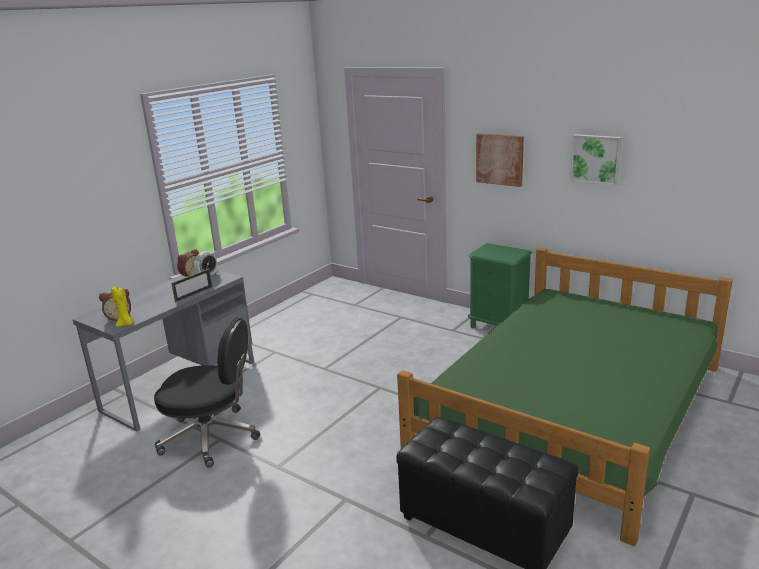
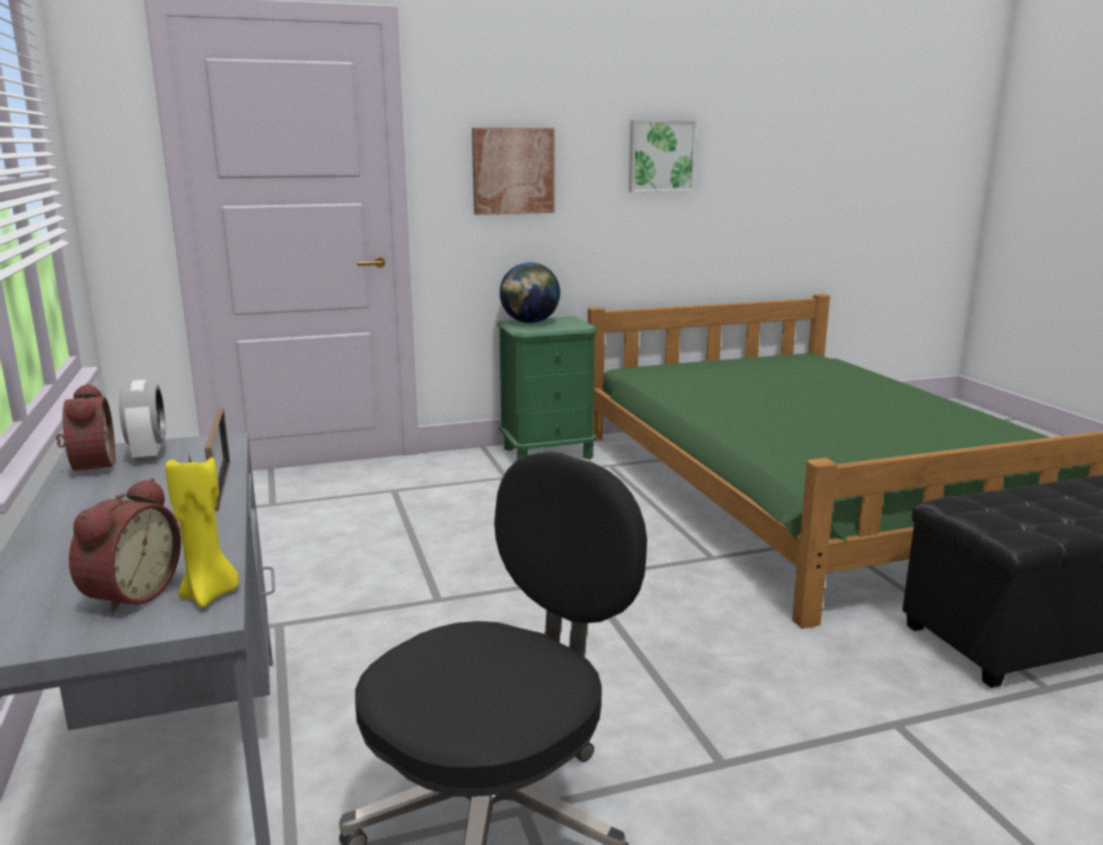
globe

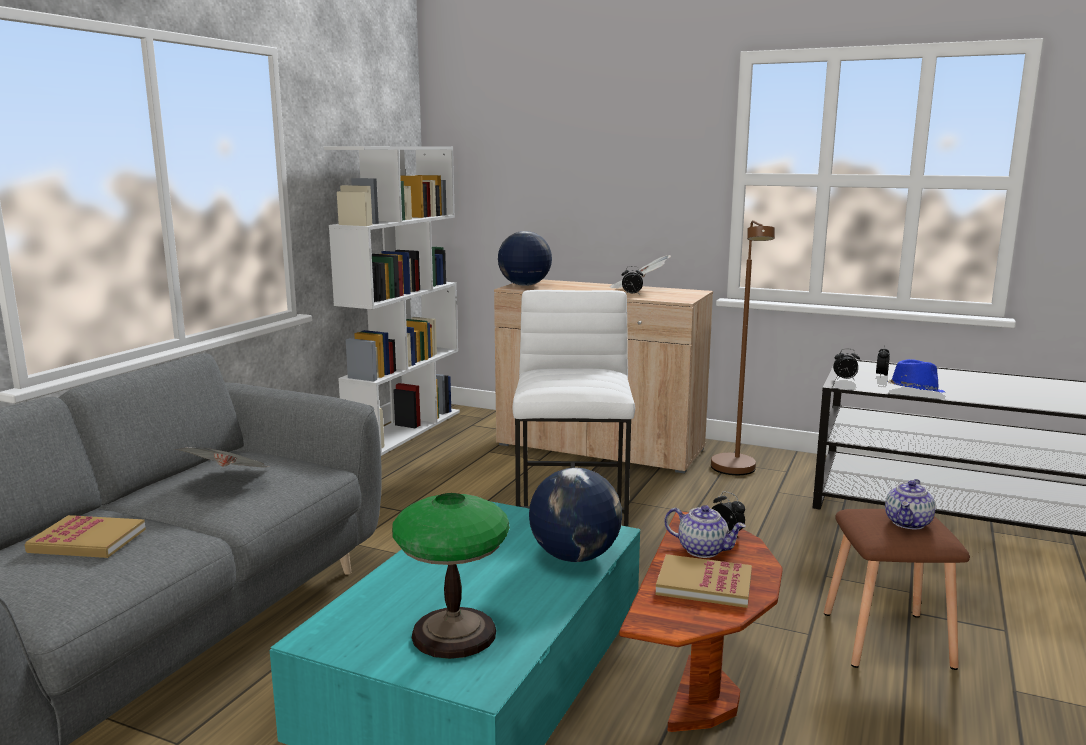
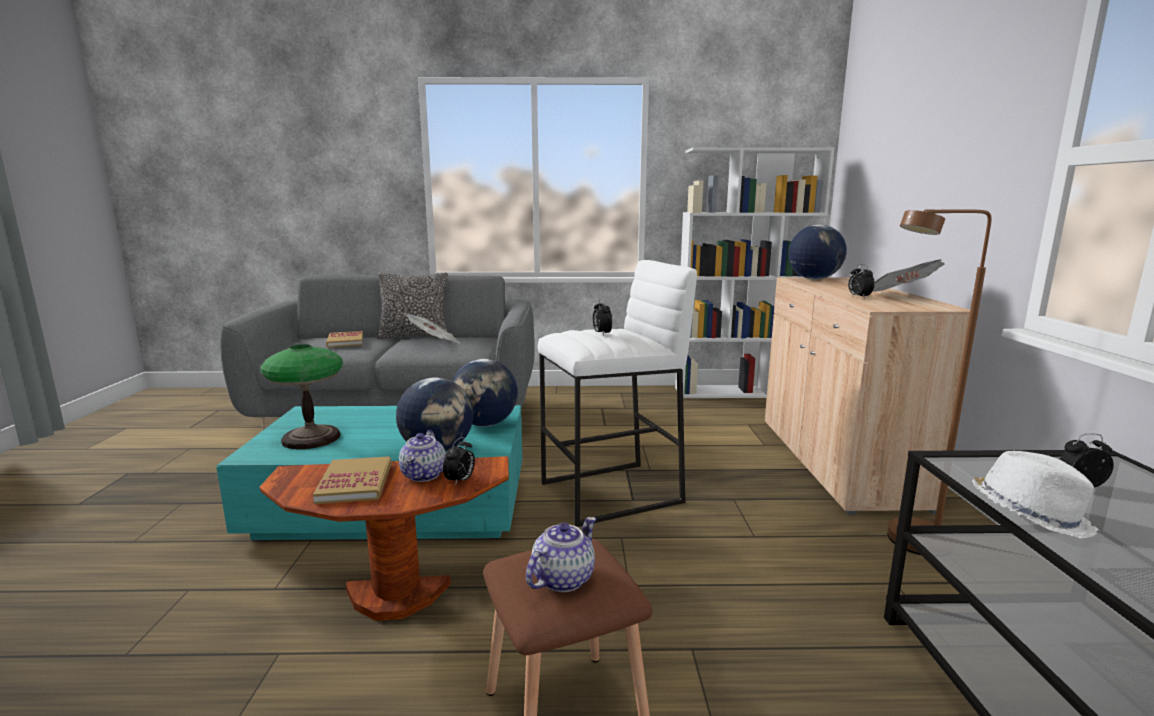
table clock (no. 2 from left); white-coloured wearable hat; teapot (no. 2 from left); cushion; globe (no. 2 from left)

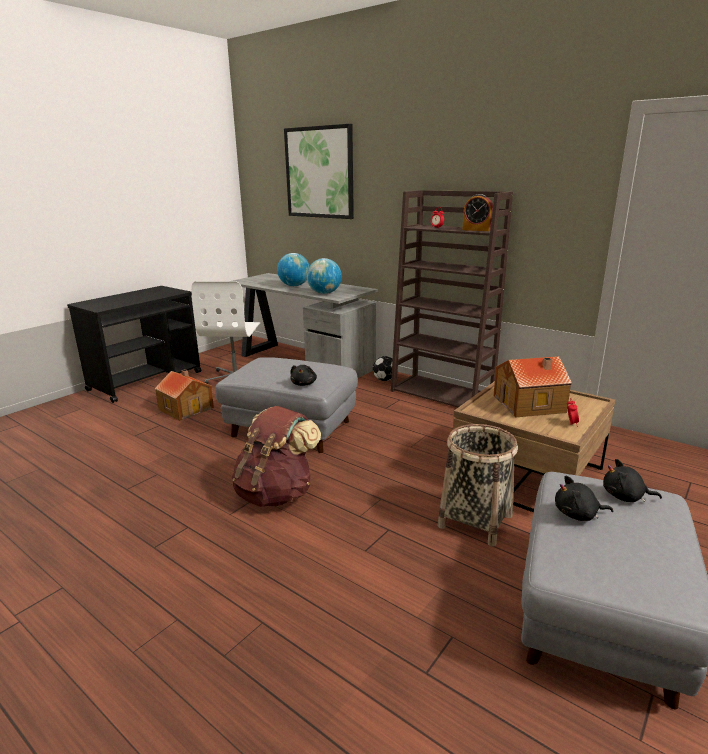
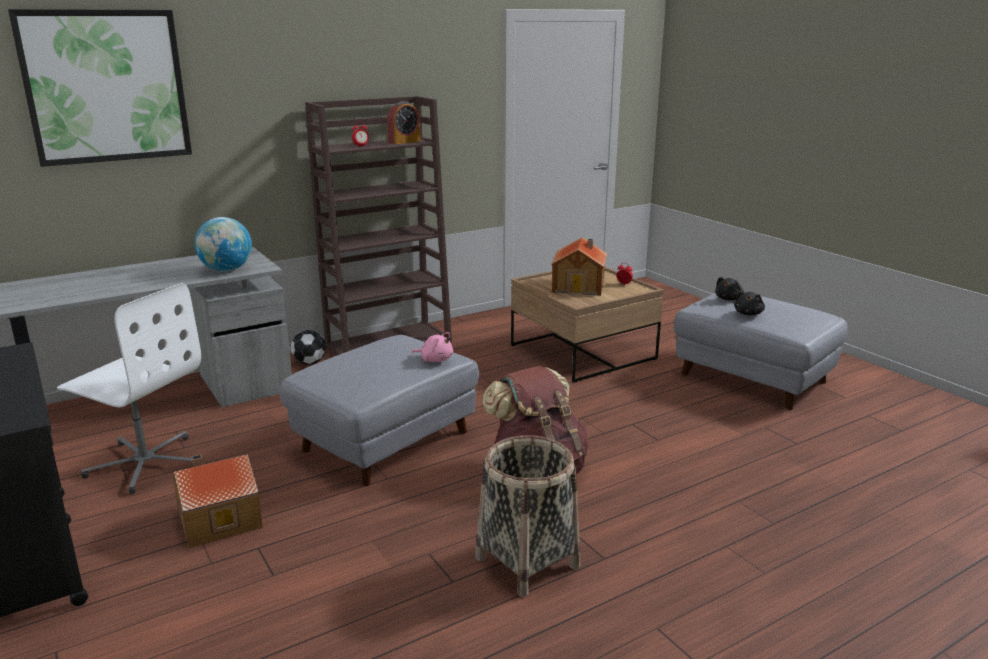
globe (no. 1 from left in the first image); pink cuddly toy; storage basket

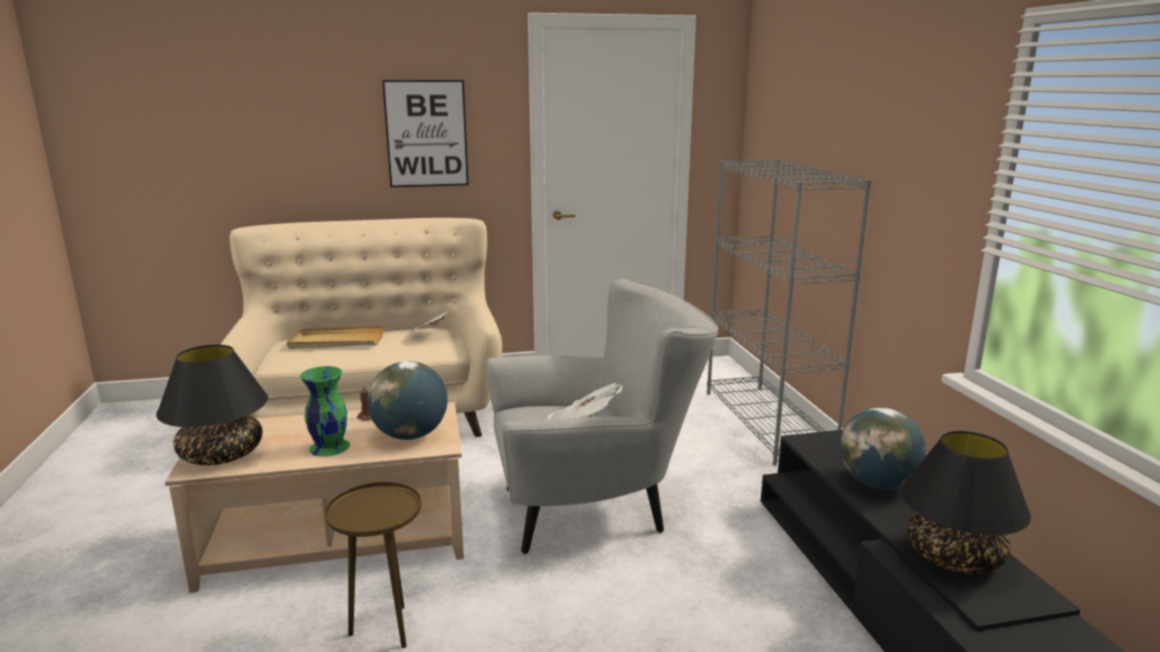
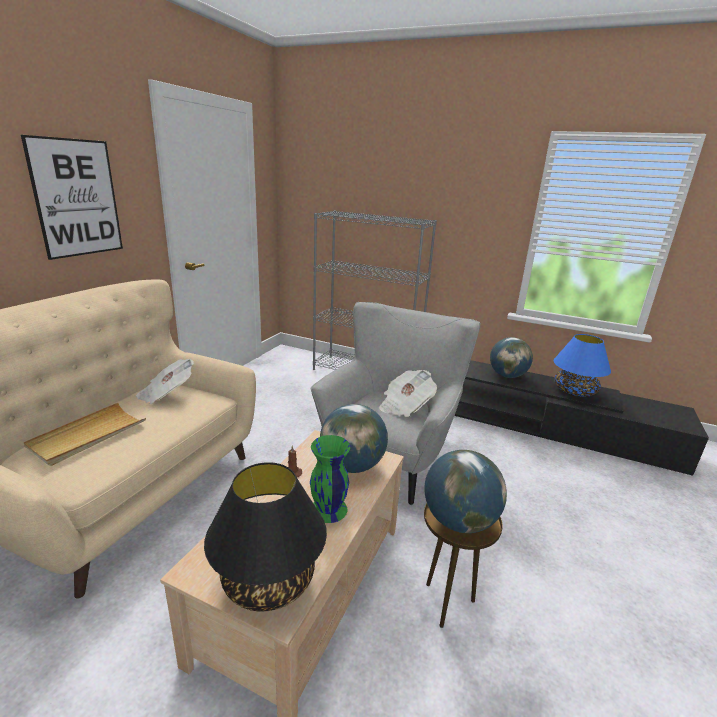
bluish lamp for a table; globe (no. 2 from left)

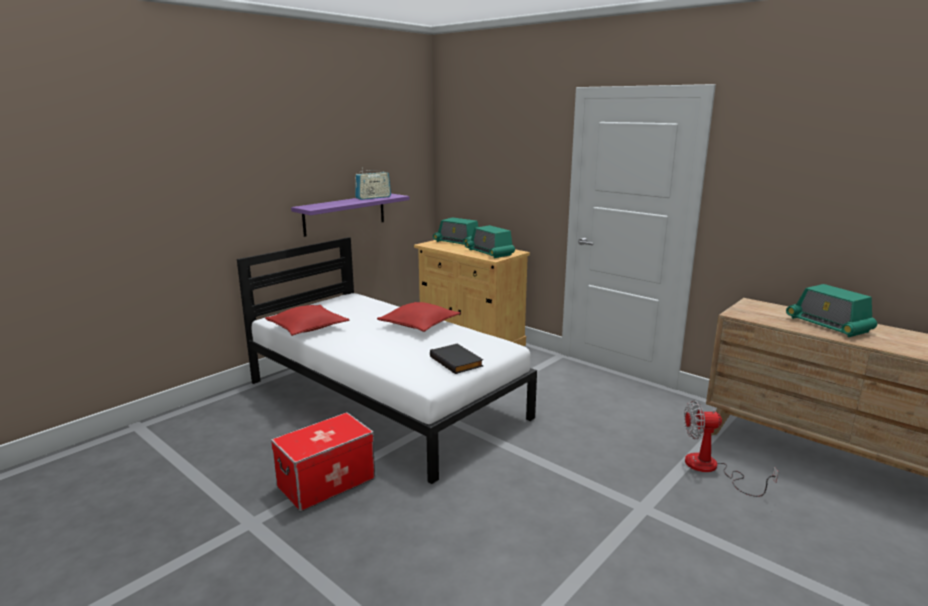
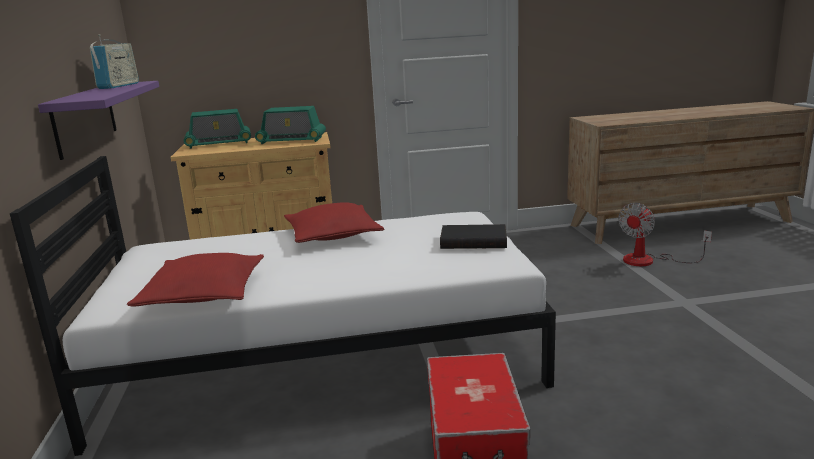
radio receiver (no. 4 from left in the first image)

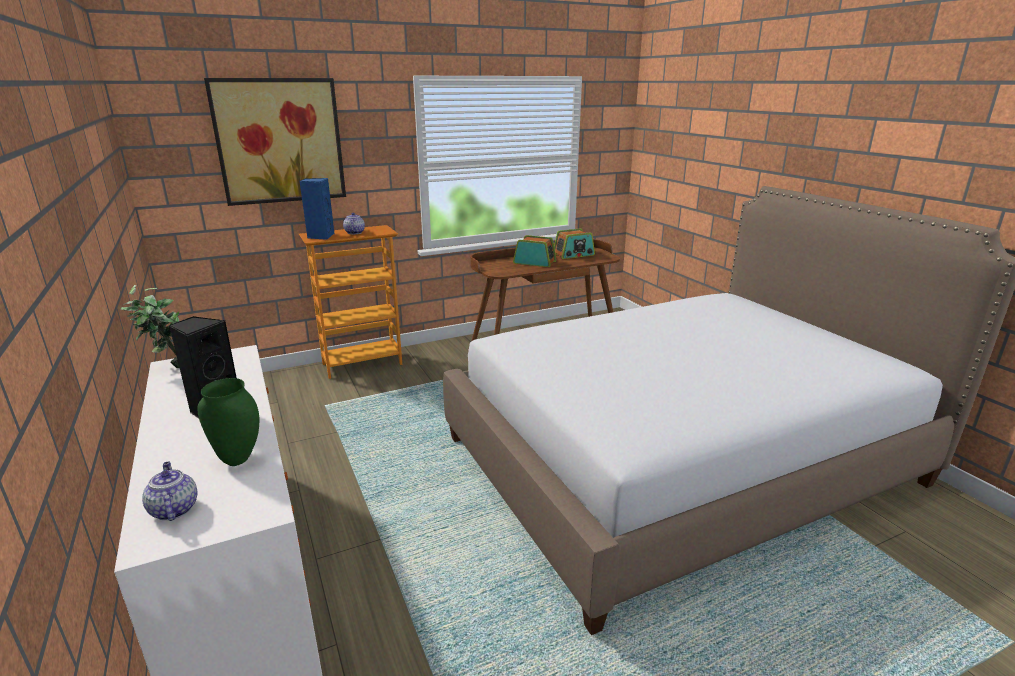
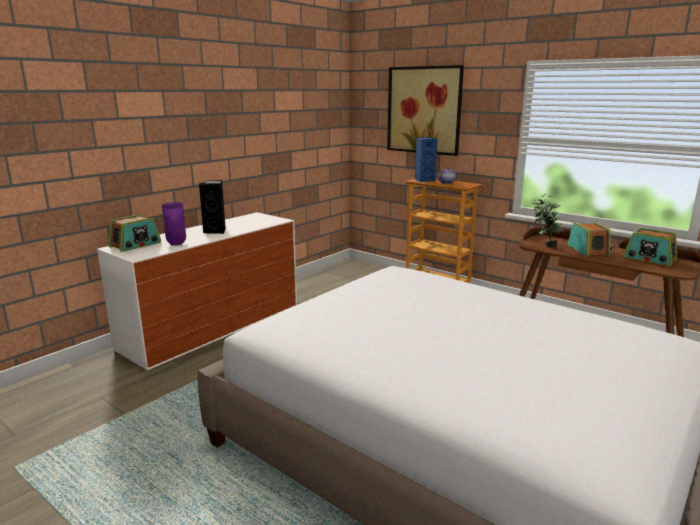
plant in a pot; purplish flower vase; radio receiver (no. 1 from left)

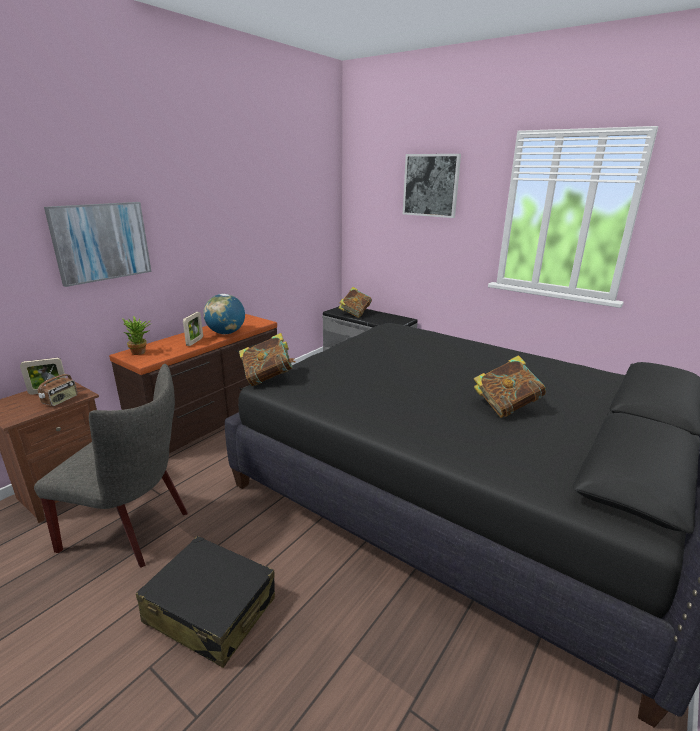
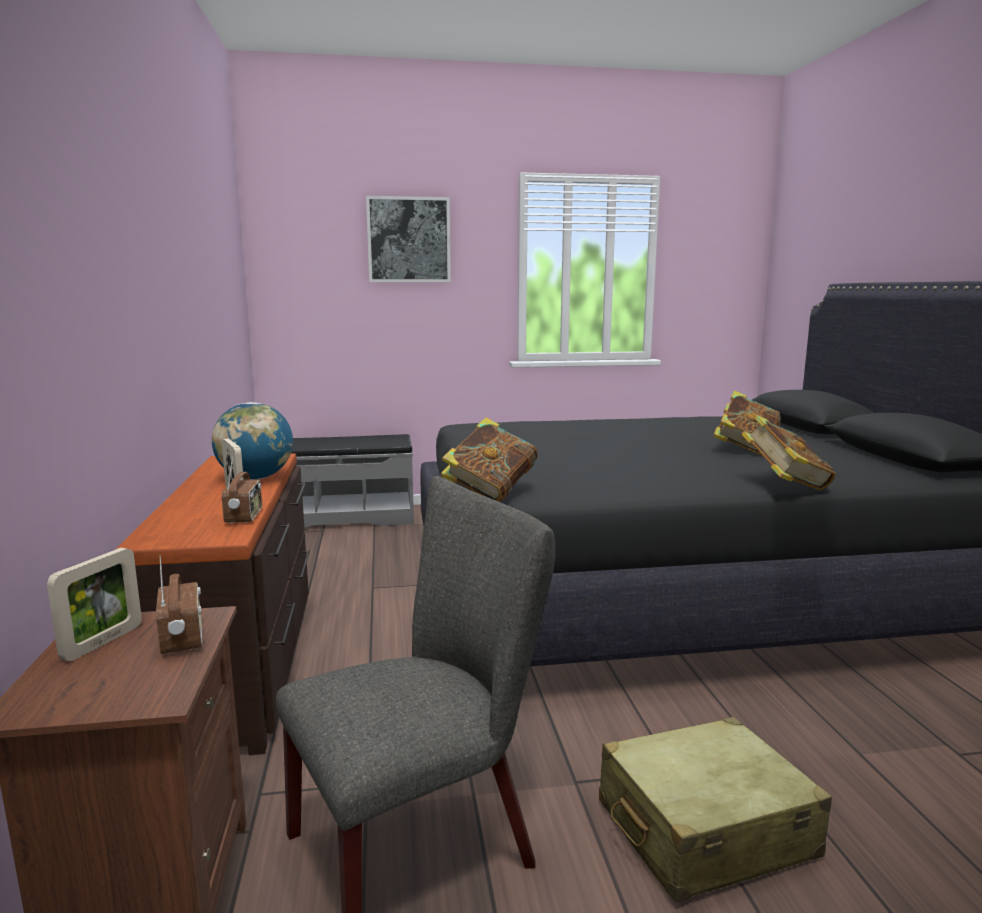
wall picture (no. 1 from left in the first image); volume (no. 3 from left); plant in a pot; beige-coloured suitcase; radio receiver (no. 2 from left)

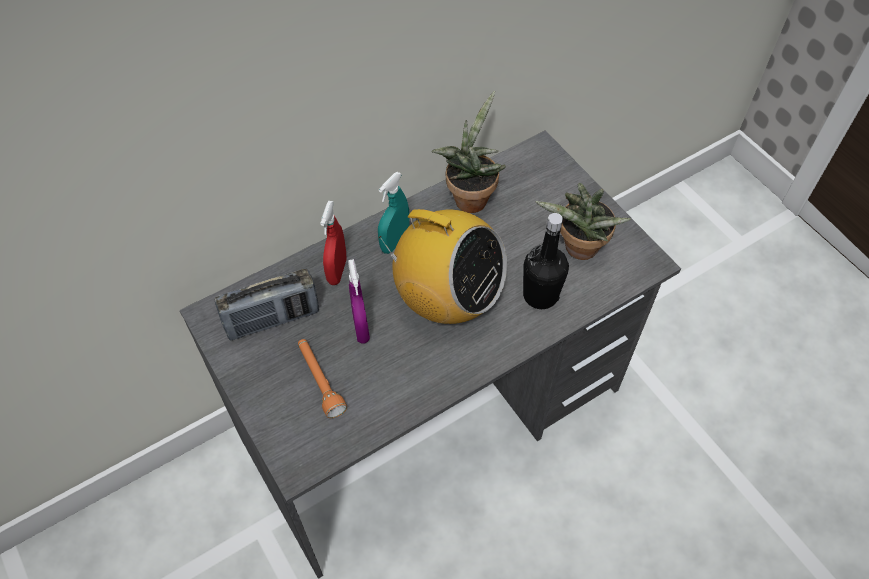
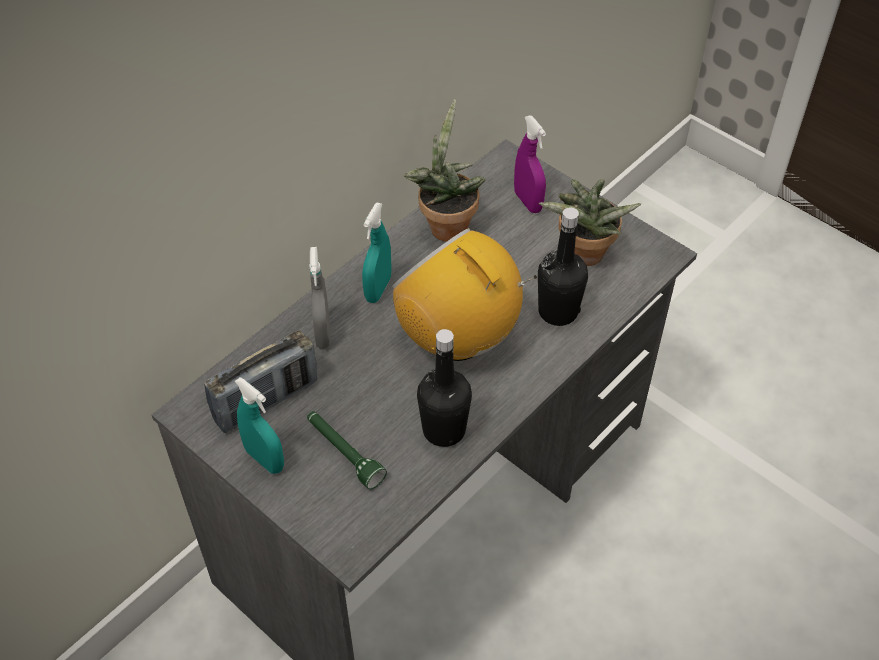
greyish spray bottle; radio receiver (no. 2 from left); purplish spray bottle; green hand torch; blackish bottle (no. 1 from left); turquoise spray bottle (no. 1 from left)

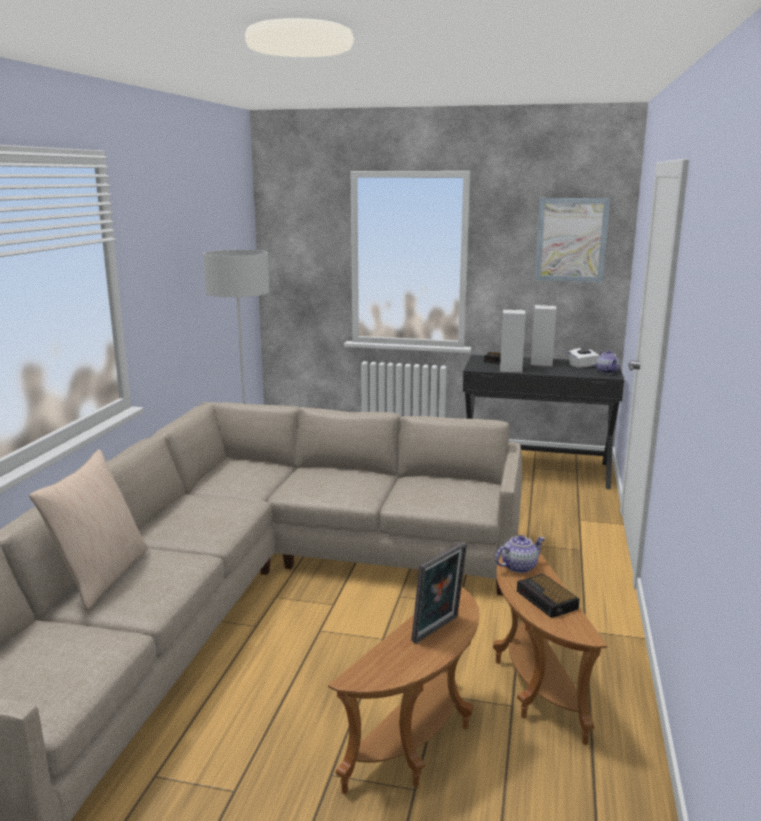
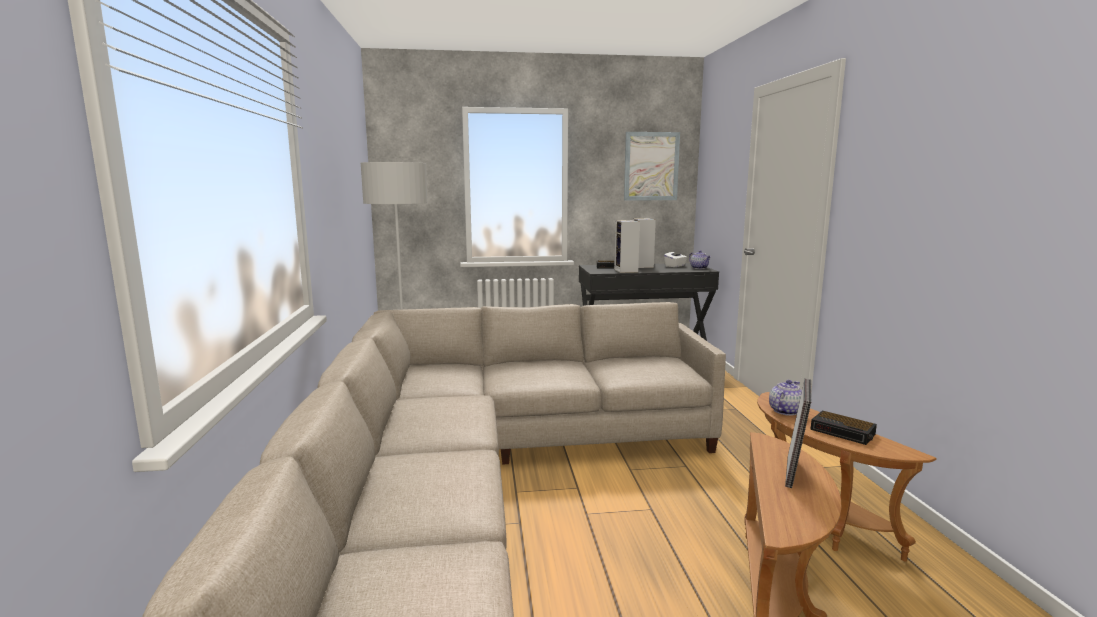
beige-coloured cushion

